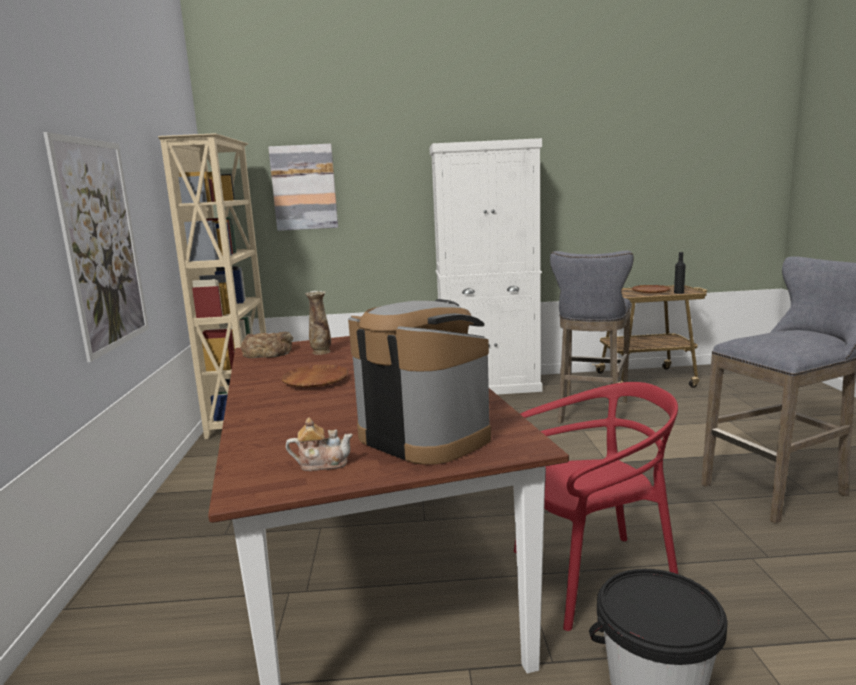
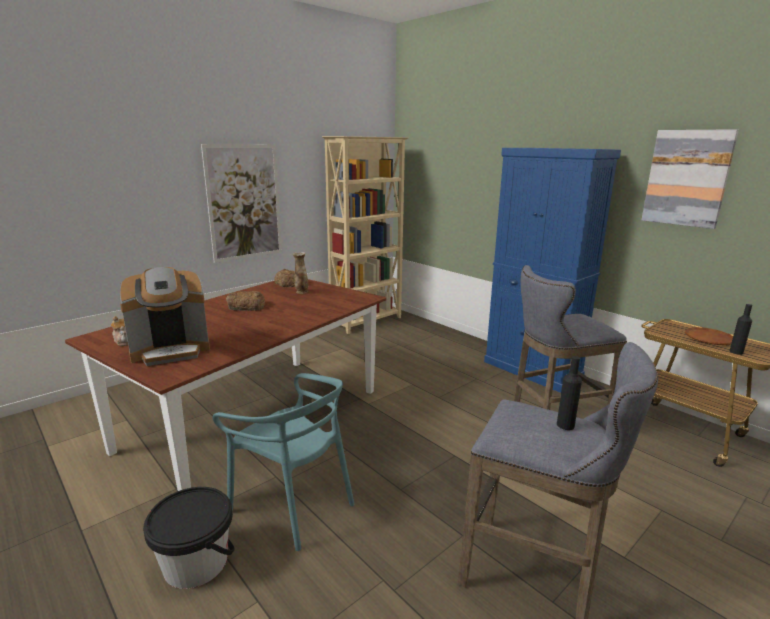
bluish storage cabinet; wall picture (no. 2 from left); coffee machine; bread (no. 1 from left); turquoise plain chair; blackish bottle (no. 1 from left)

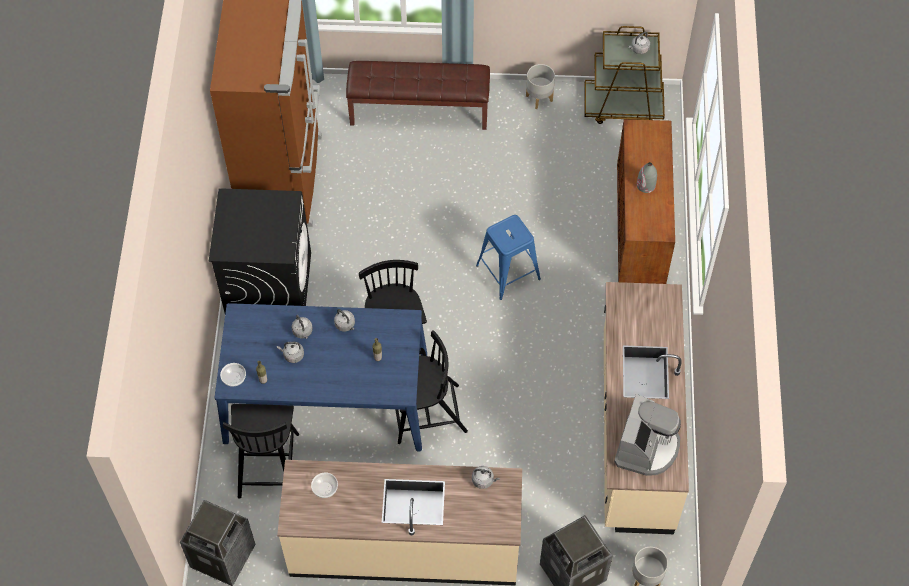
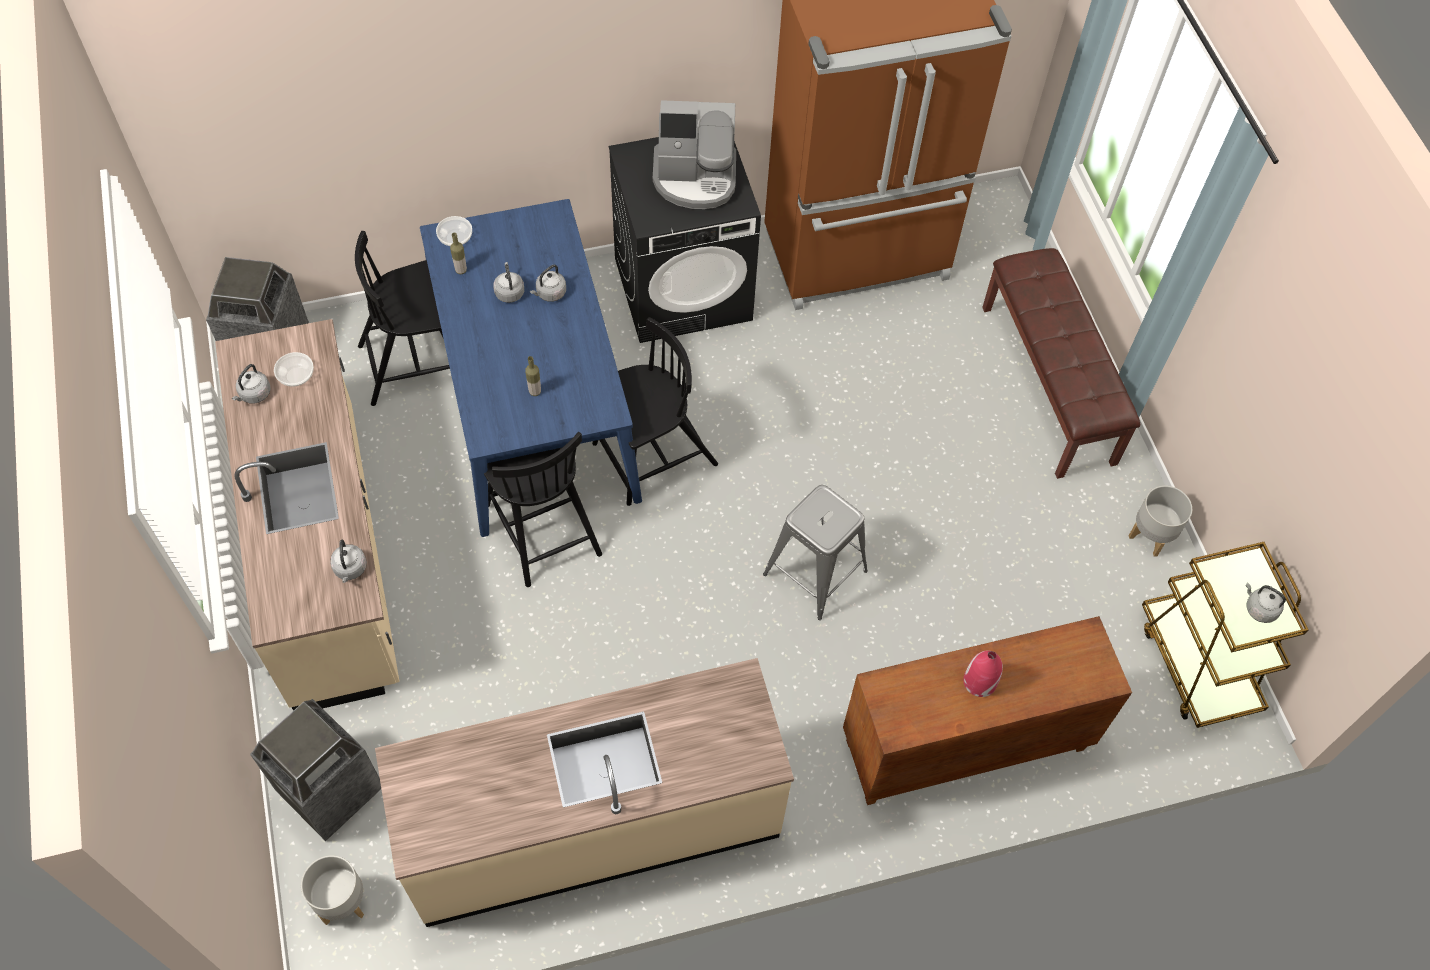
red-coloured flower vase; greyish sitting stool; greyish water kettle (no. 1 from left); coffee machine

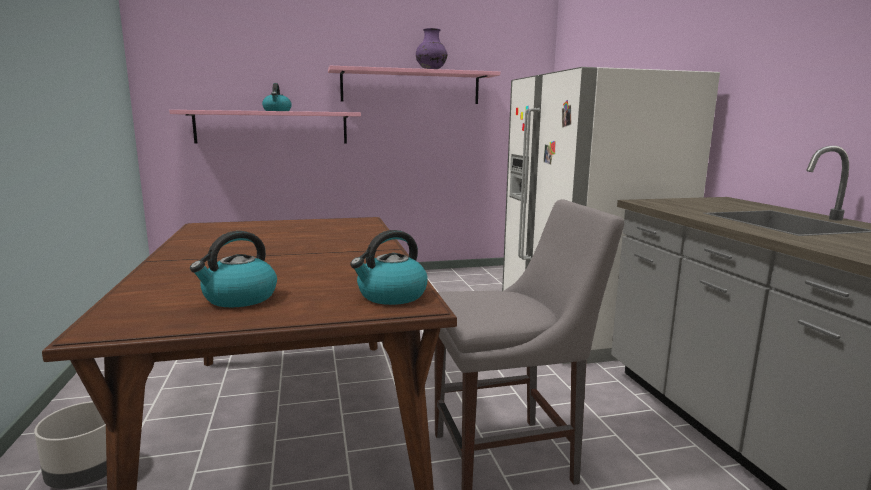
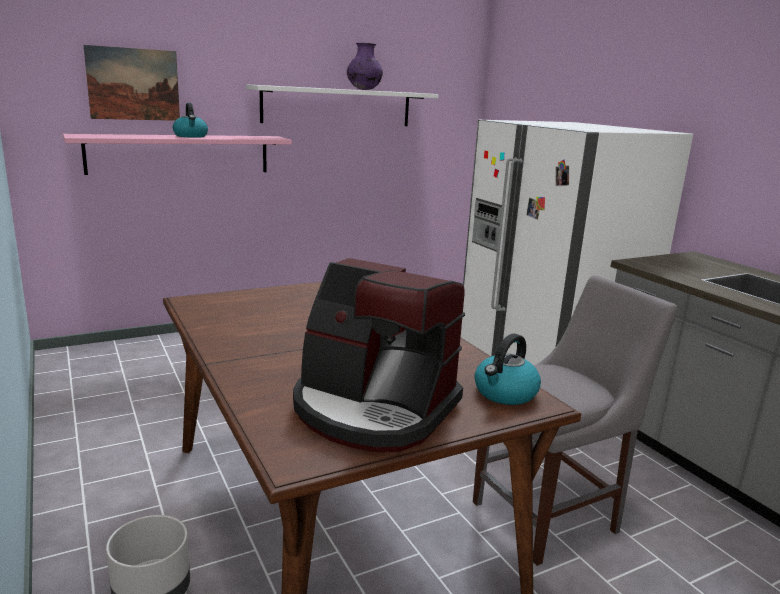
white-coloured bracket shelf; coffee machine; wall picture

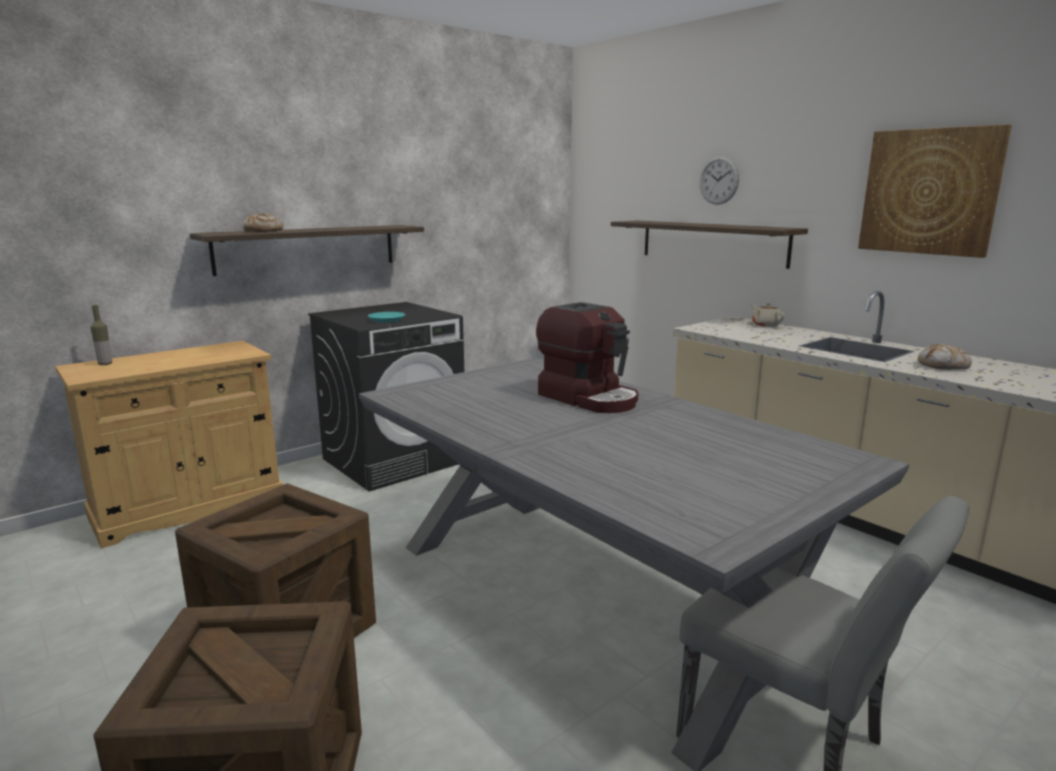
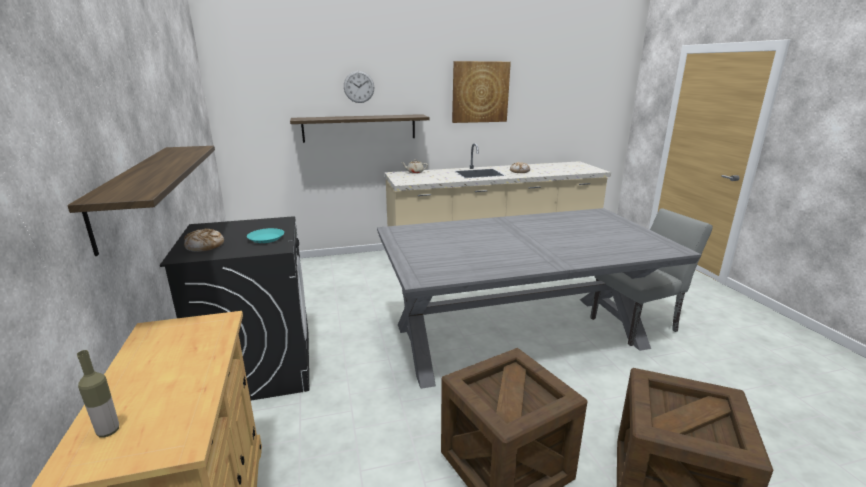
bread (no. 1 from left); coffee machine

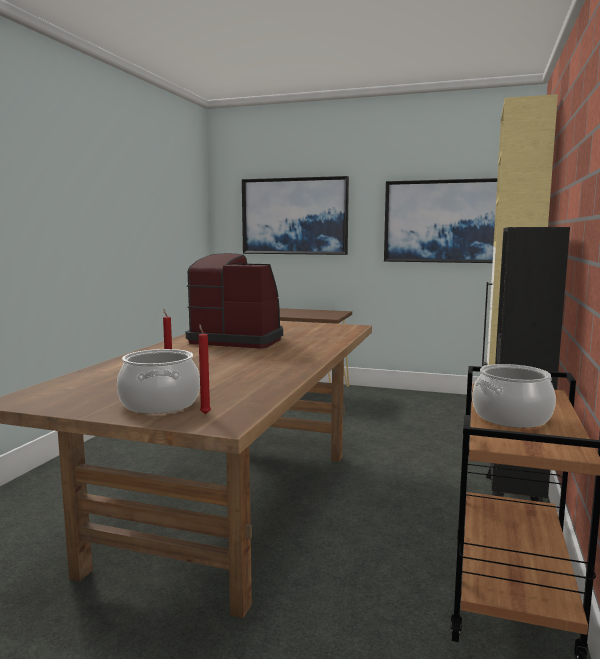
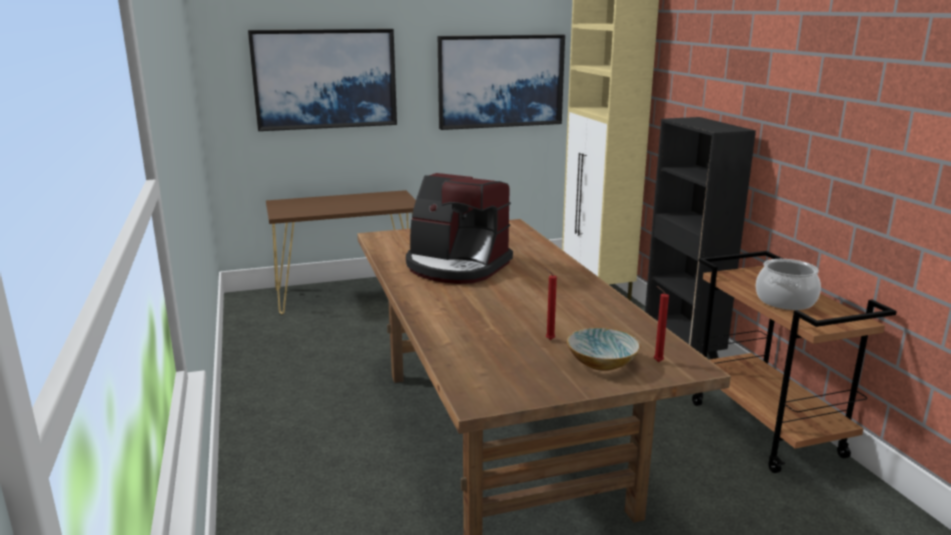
coffee machine; bowl

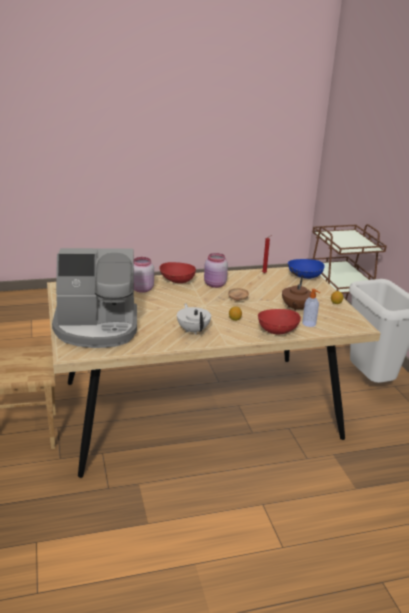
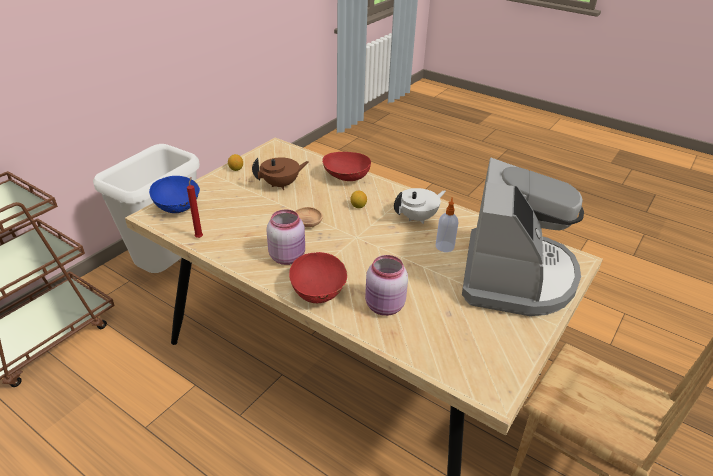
coffee machine; soap dispenser; white-coloured teapot

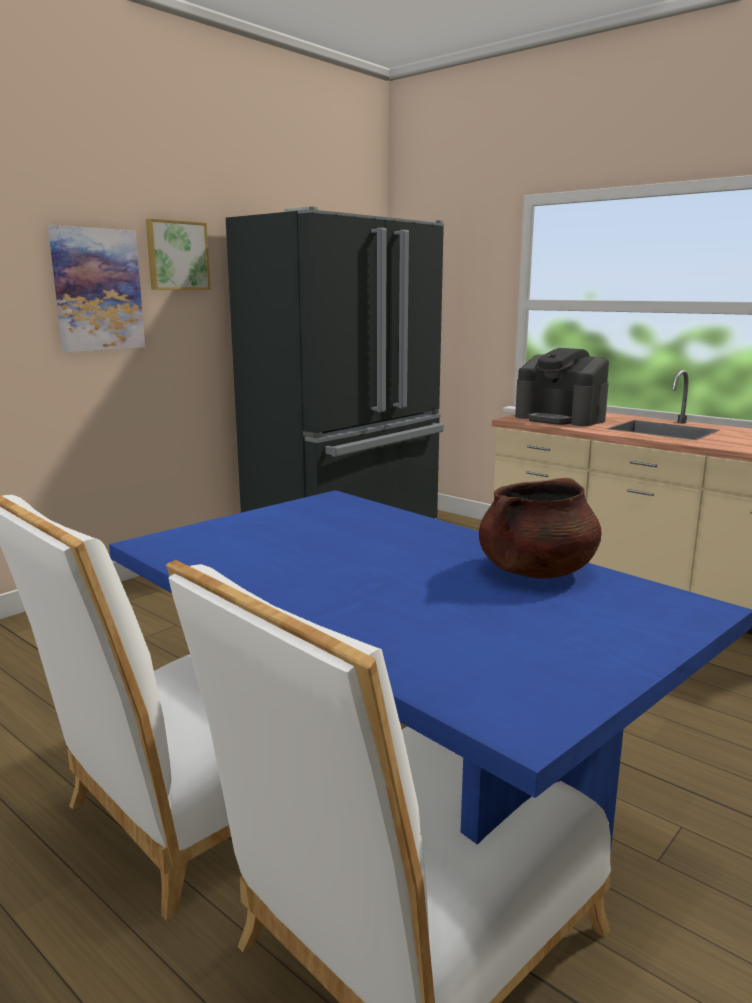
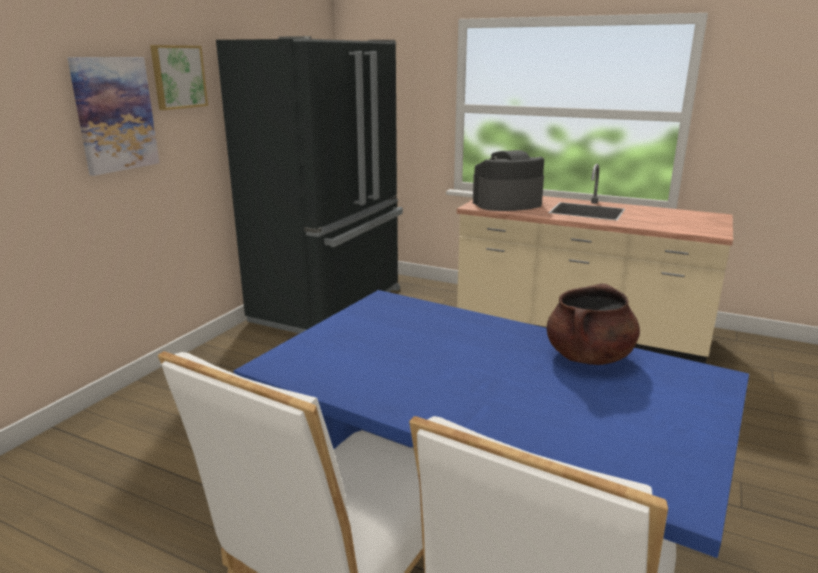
coffee machine

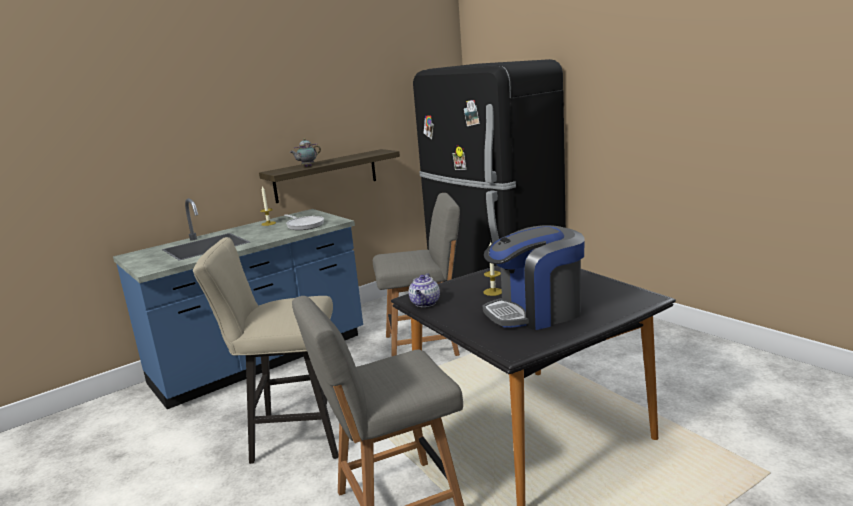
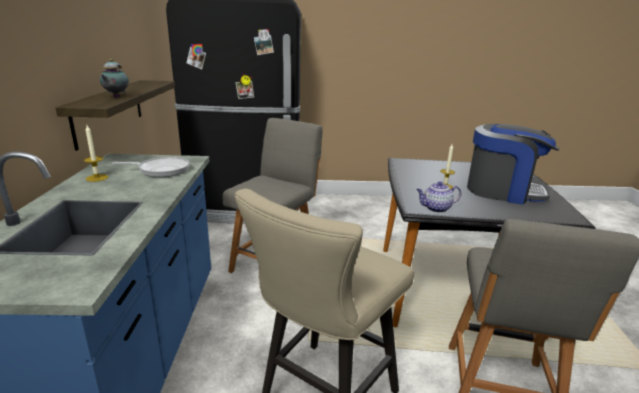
coffee machine; teapot (no. 2 from left)

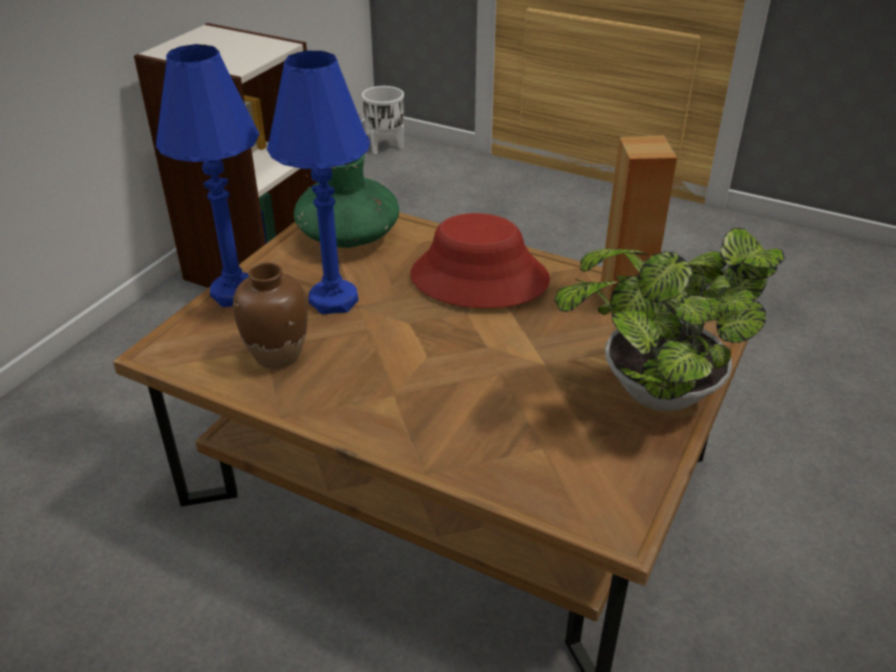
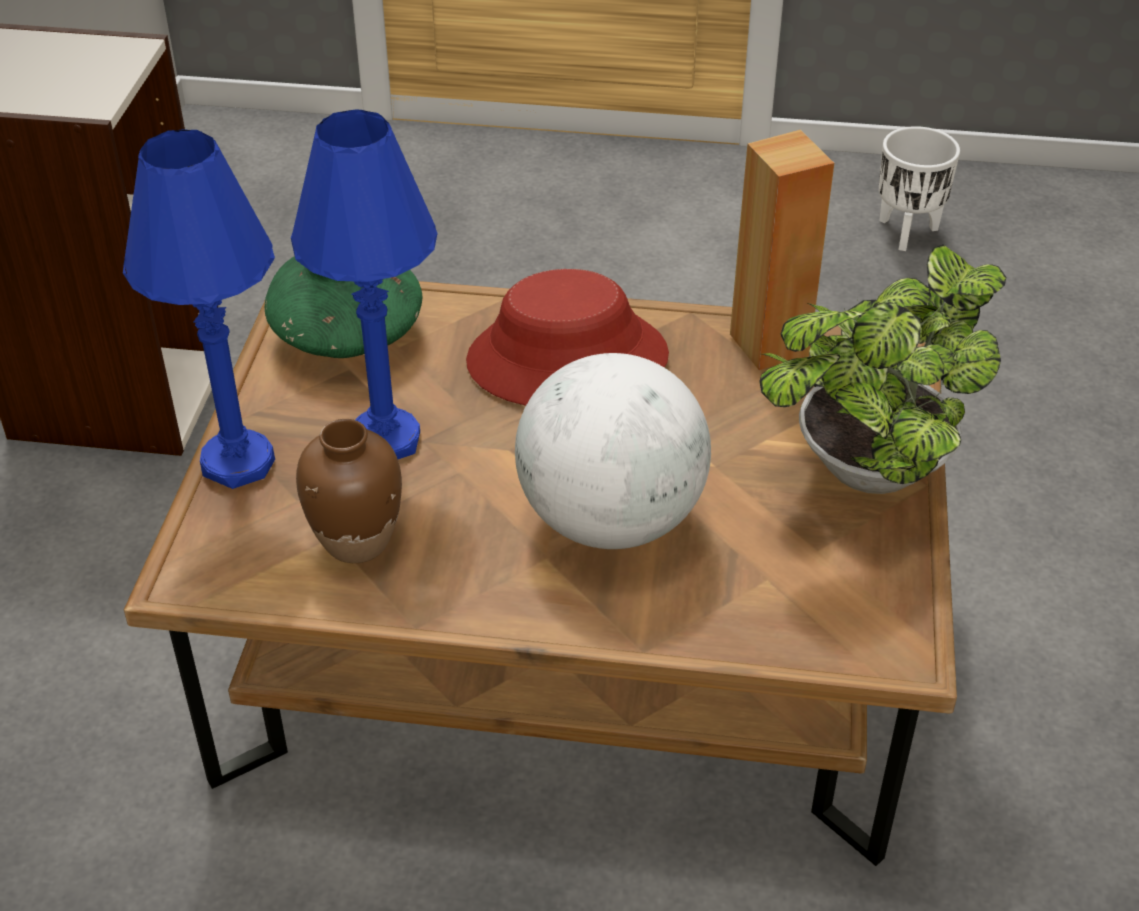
white-coloured planter; globe

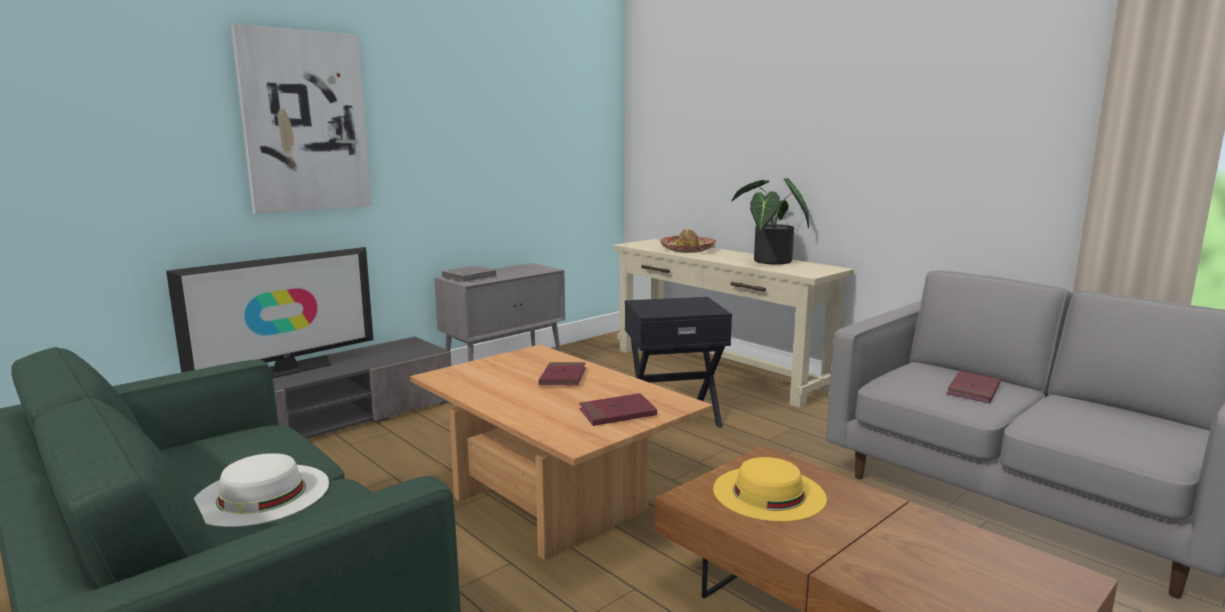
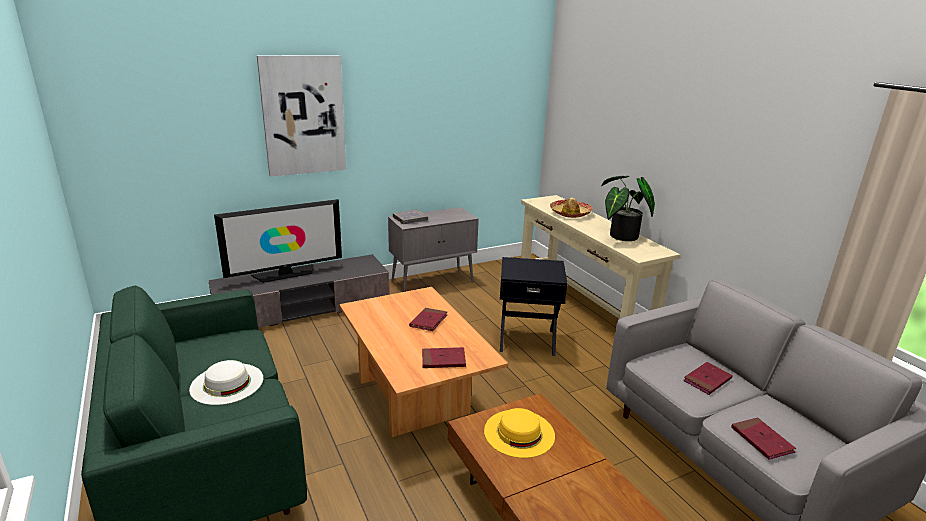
red-coloured volume (no. 4 from left)

